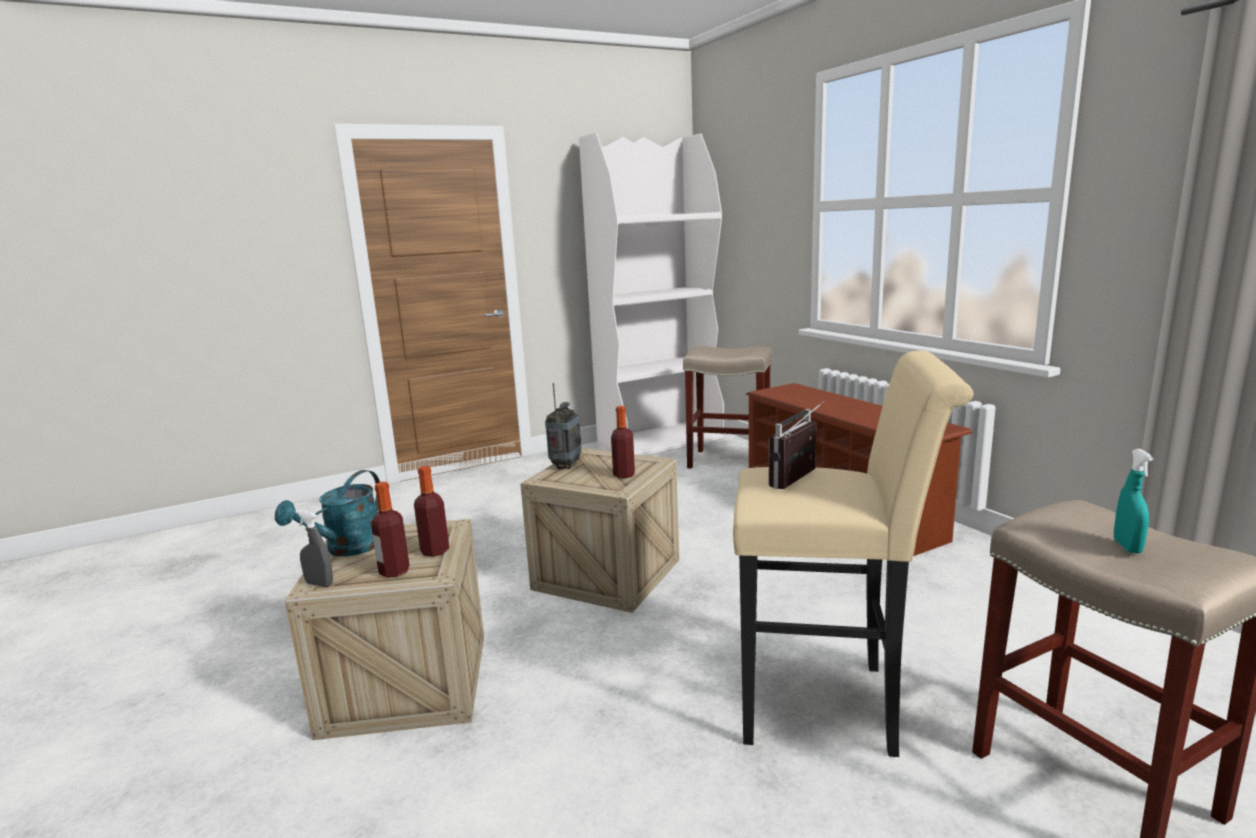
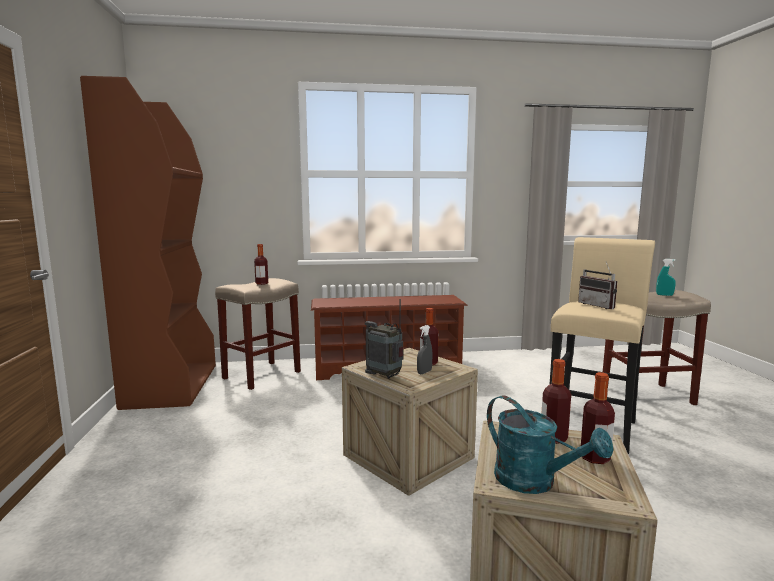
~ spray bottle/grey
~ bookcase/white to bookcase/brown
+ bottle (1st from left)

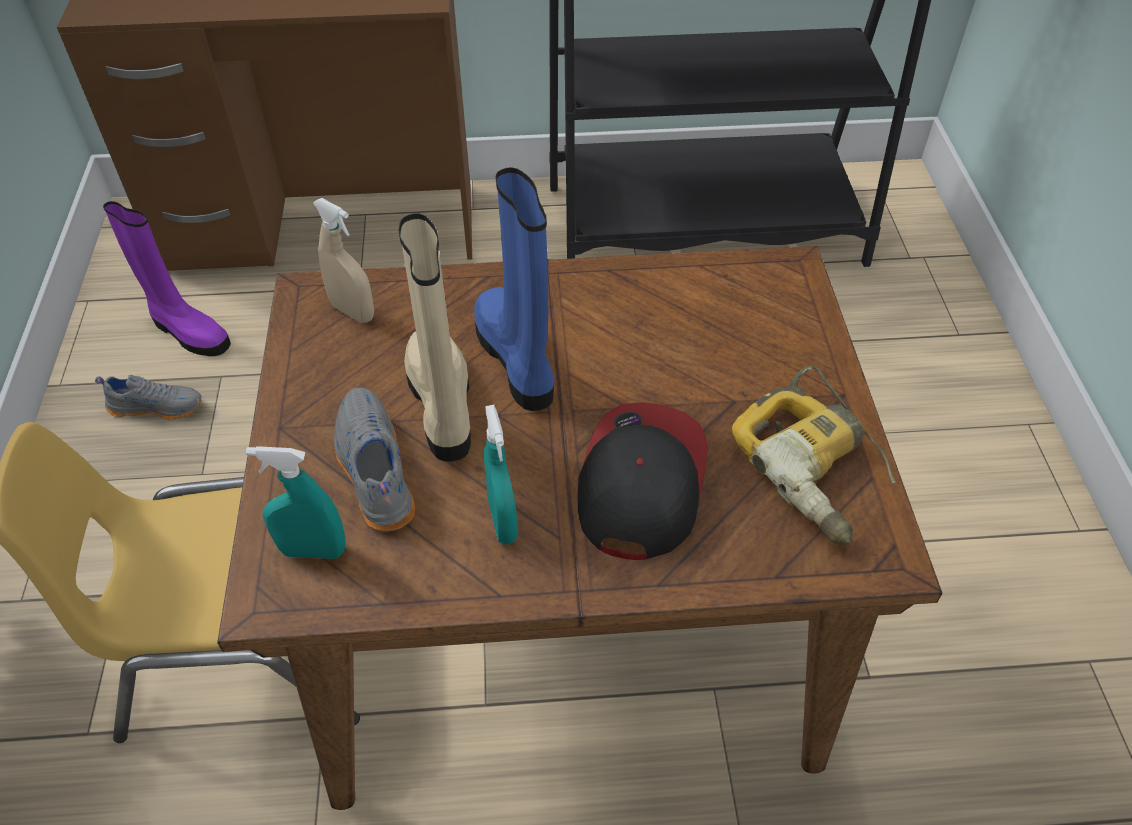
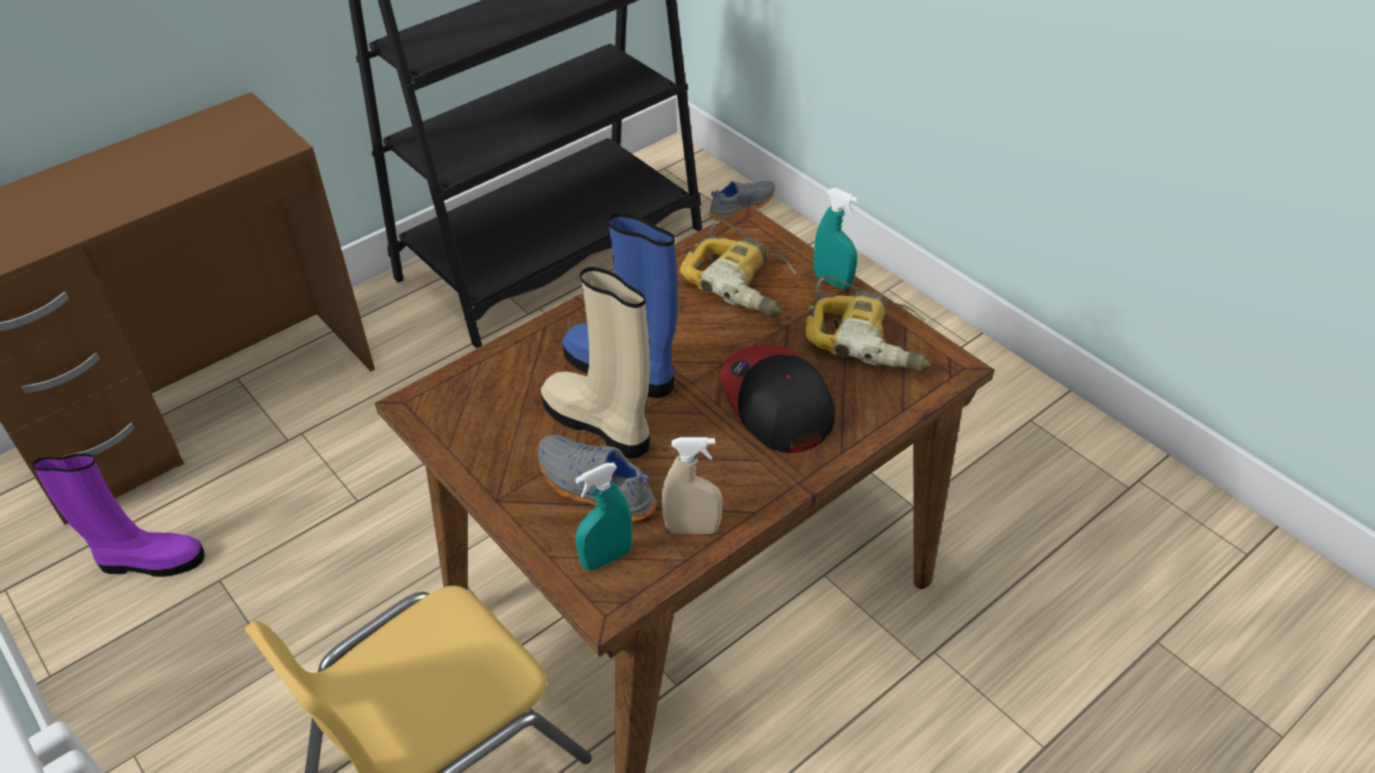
~ shoe/grey (1st from left in the first image) to shoe/grey (2nd from left)
~ spray bottle/beige
~ spray bottle/turquoise (2nd from left)
+ power drill (1st from left)

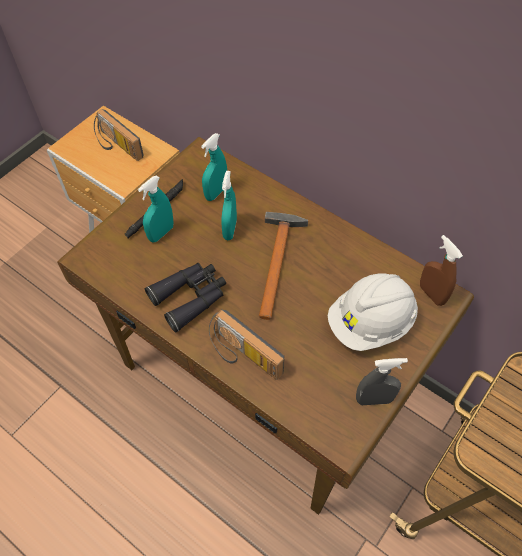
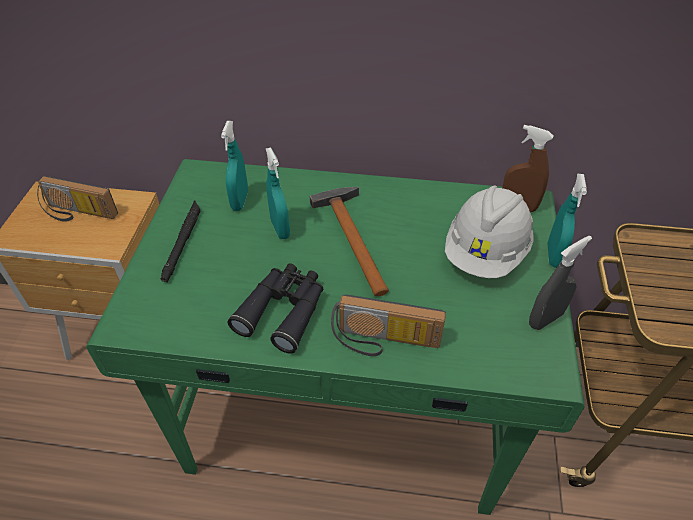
~ desk/brown to desk/green
~ spray bottle/turquoise (1st from left in the first image) to spray bottle/turquoise (3rd from left)

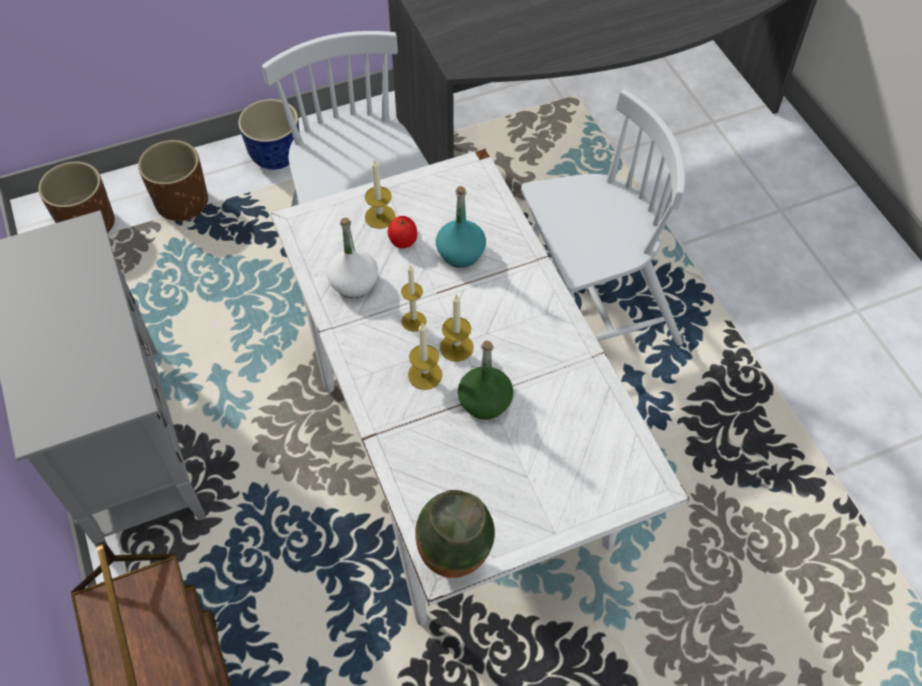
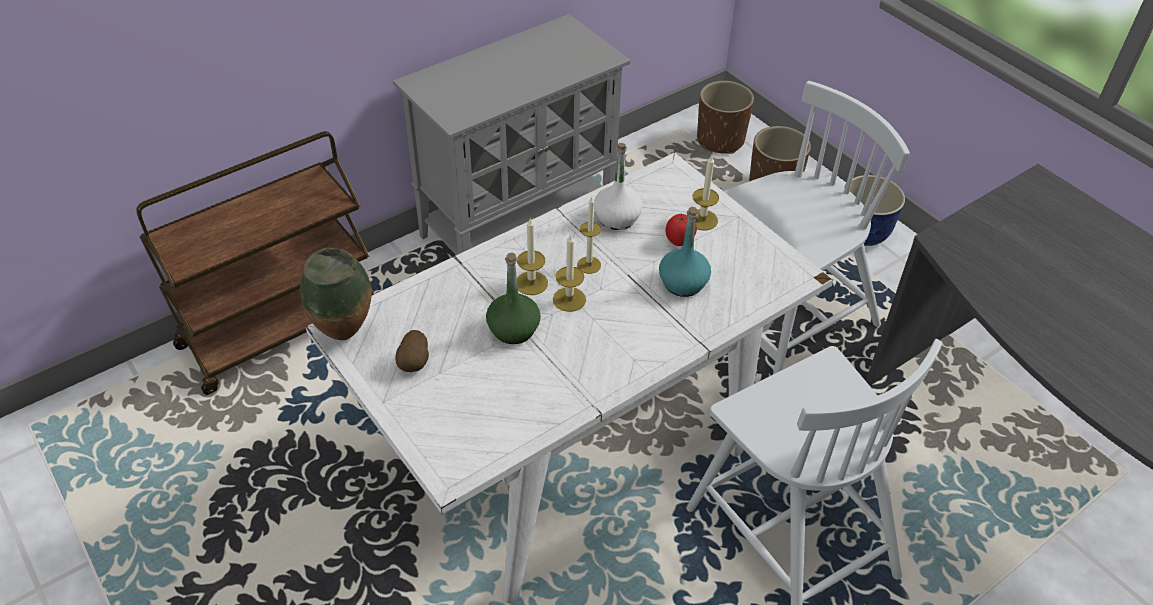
+ potato

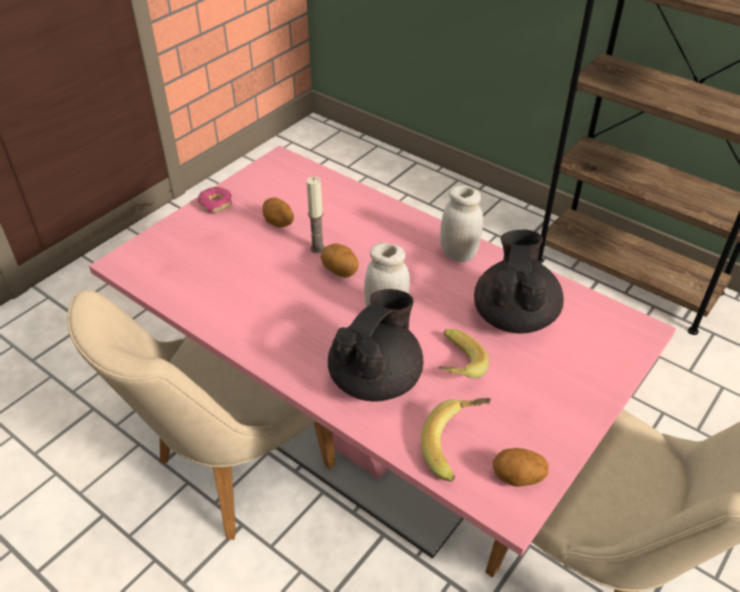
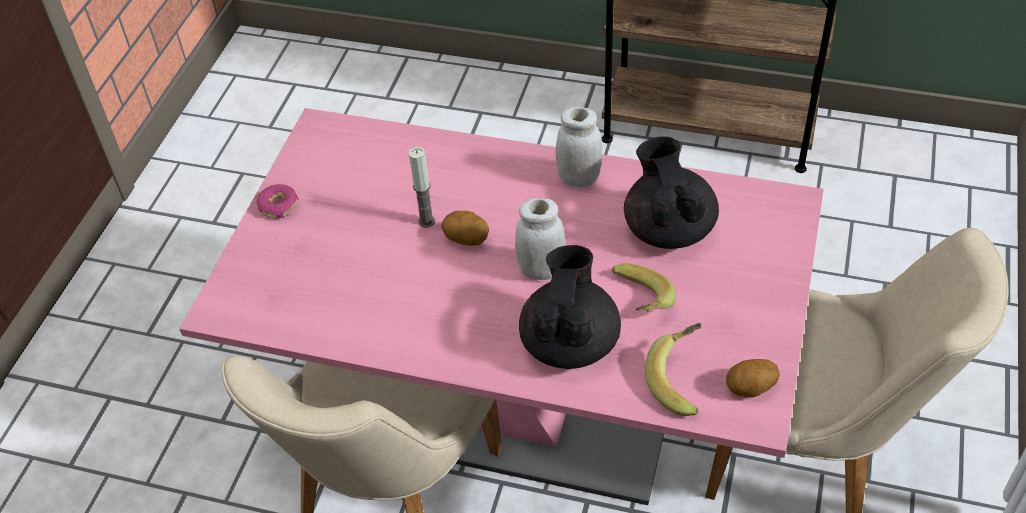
- potato (1st from left)

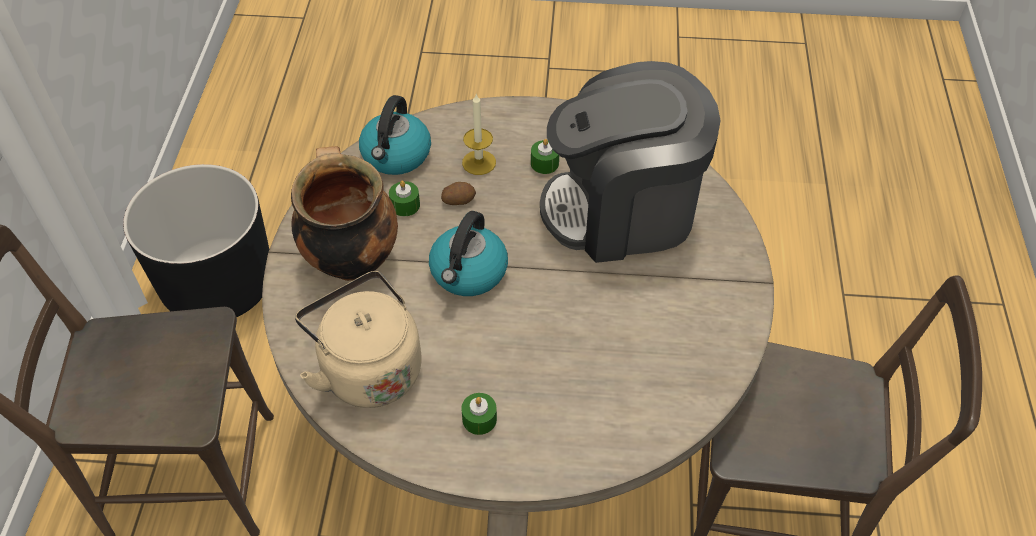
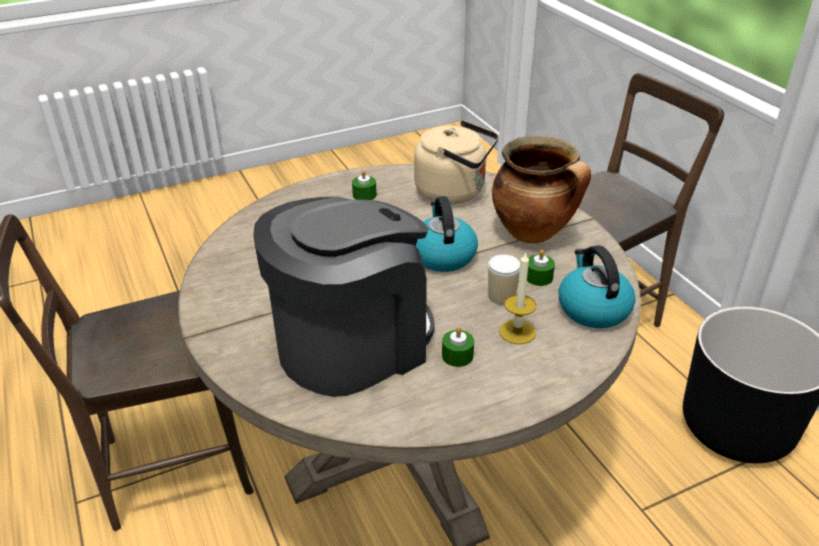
~ potato to cup

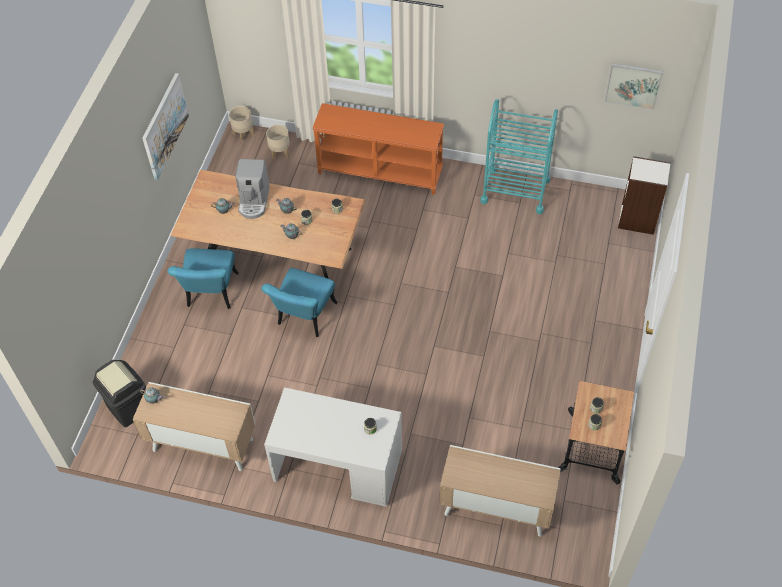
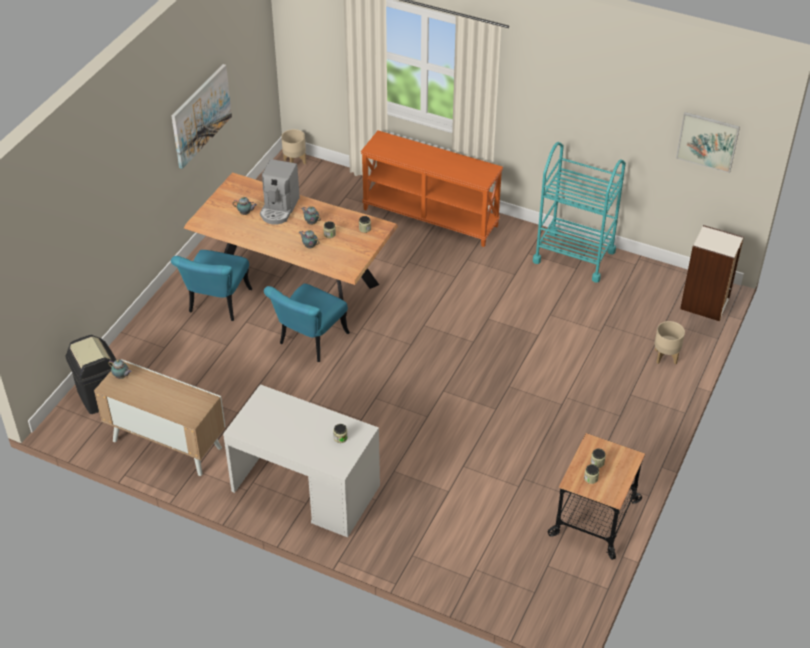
~ planter/beige (2nd from left)
- cabinet (2nd from left)

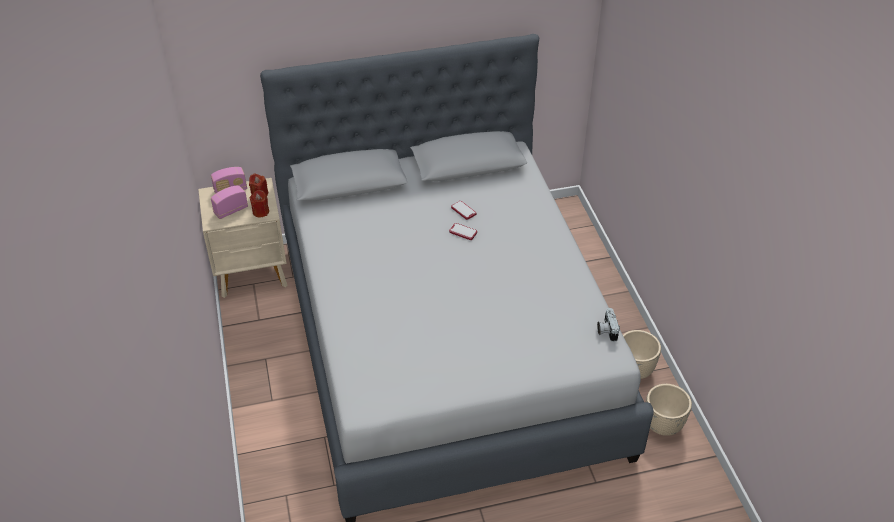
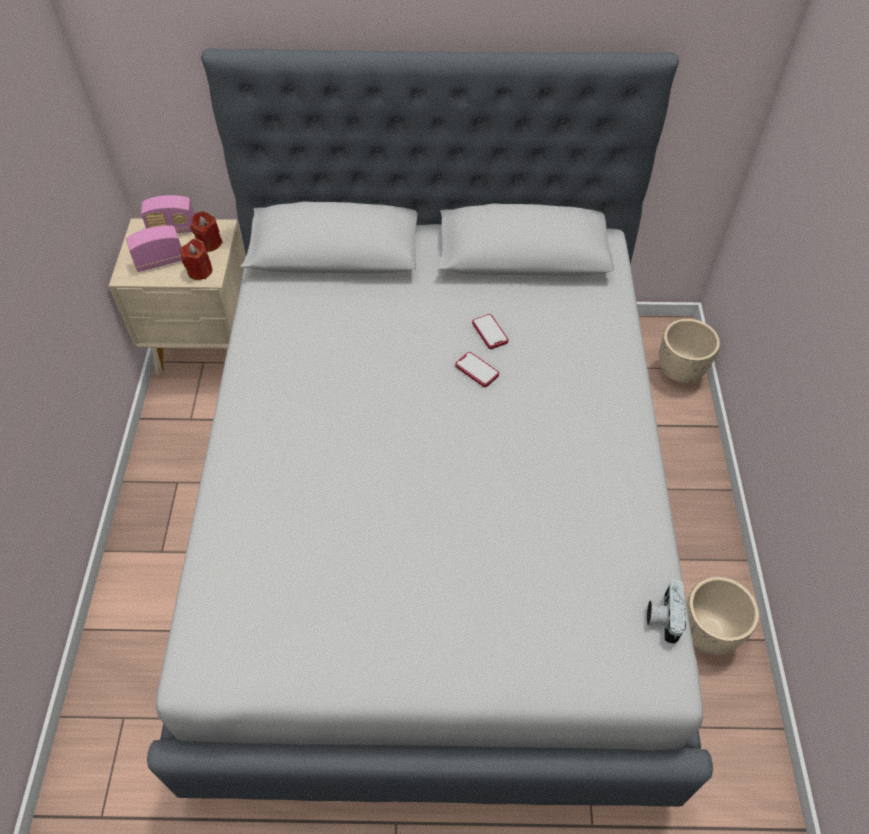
~ planter/beige (2nd from left in the first image) to planter/beige (1st from left)

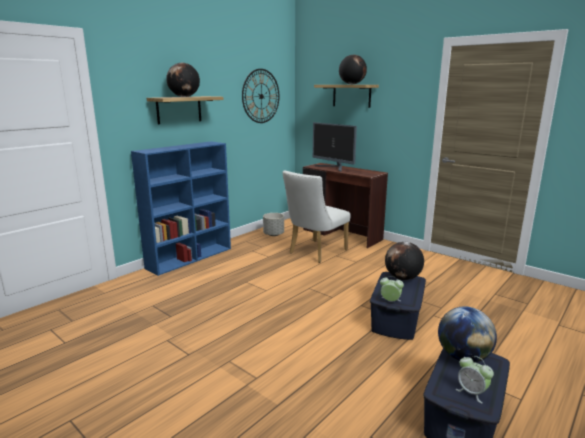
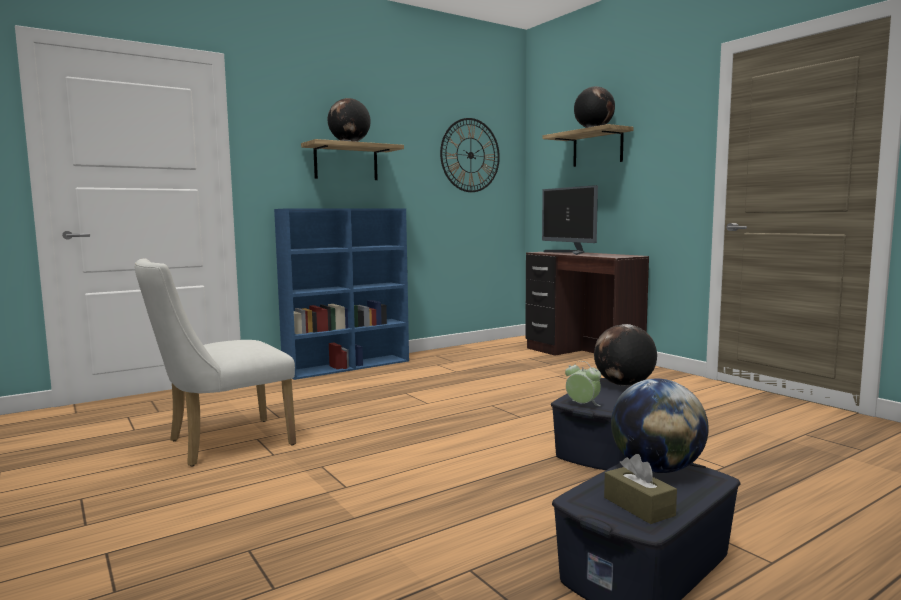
- planter/grey
~ chair/white
~ alarm clock (2nd from left) to tissue box/brown

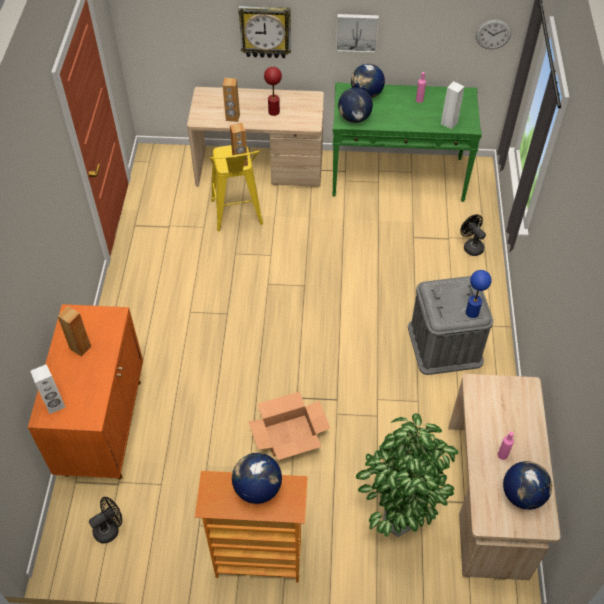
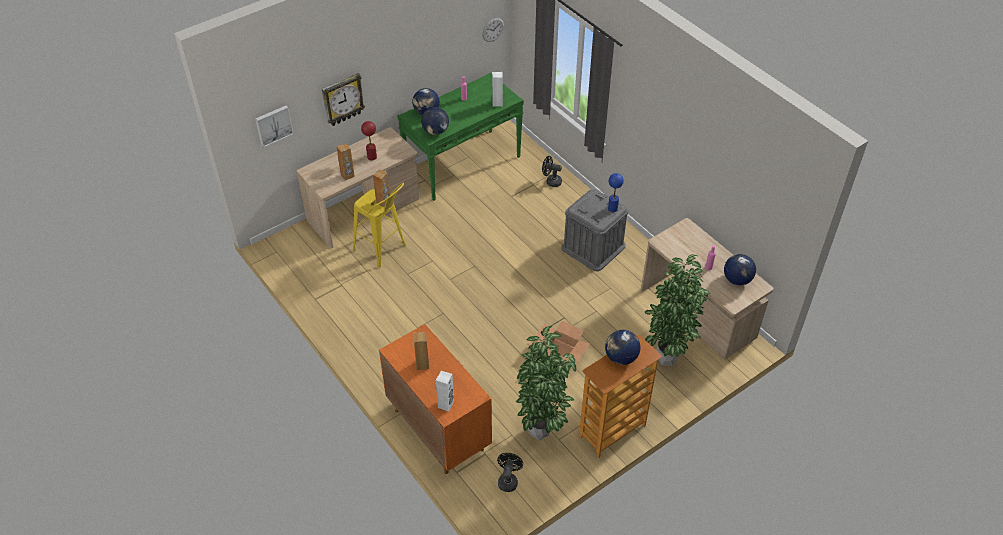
~ picture
+ potted plant (1st from left)

